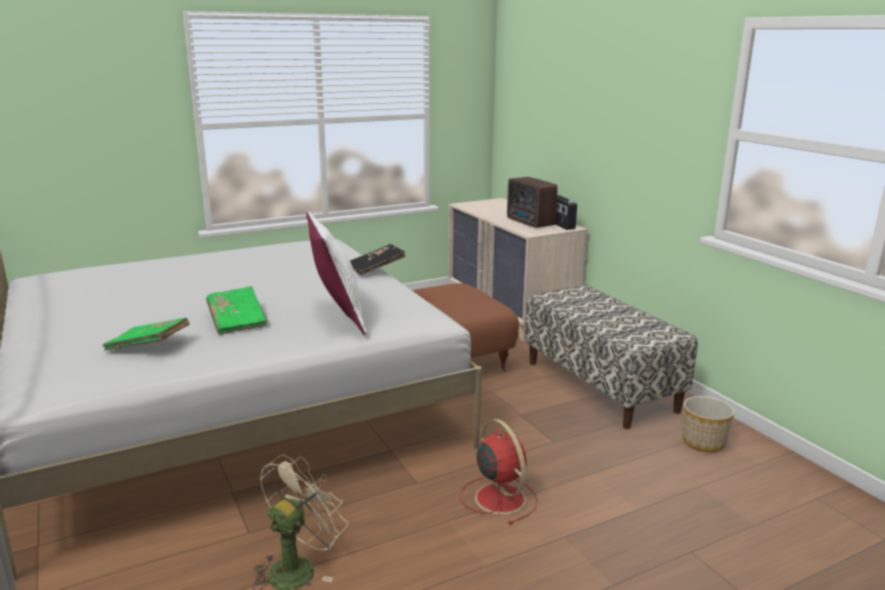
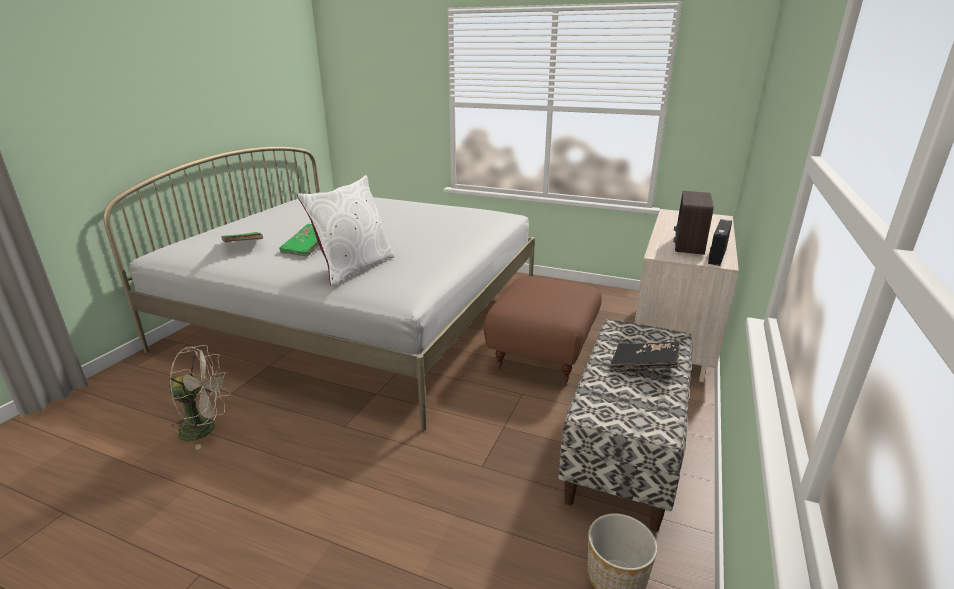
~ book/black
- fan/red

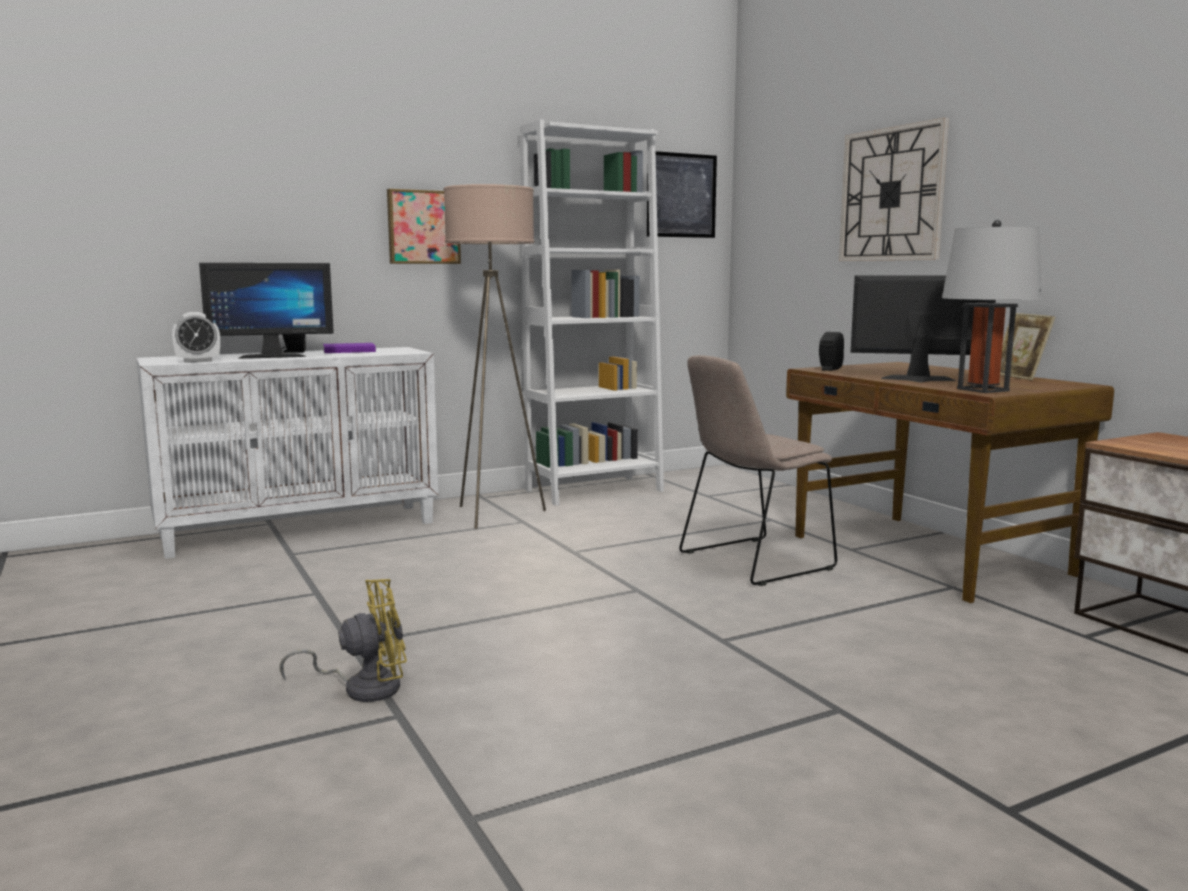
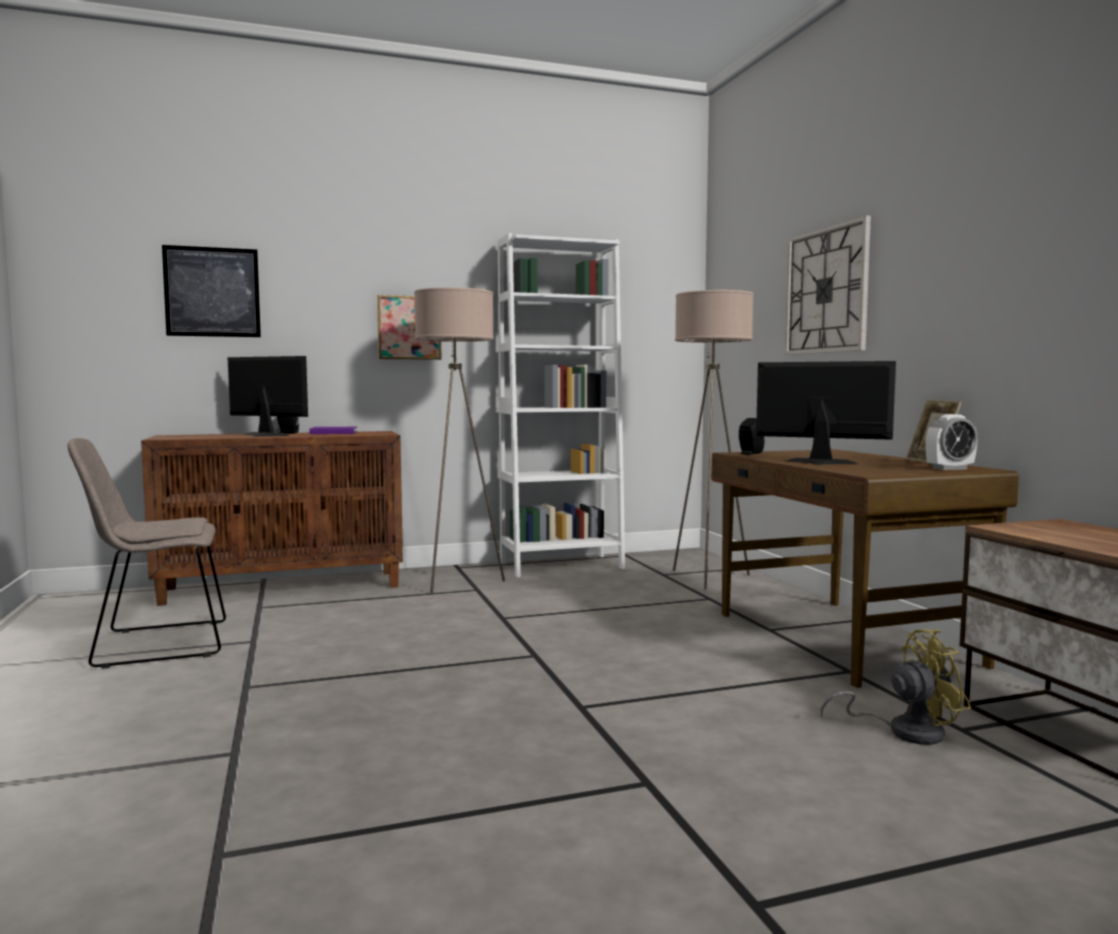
~ cabinet/white to cabinet/brown
~ alarm clock
~ monitor (1st from left) 150 degrees counterclockwise
~ fan/yellow
~ picture (2nd from left in the first image) to picture (1st from left)
~ chair/beige
- table lamp/grey
+ floor lamp/beige (2nd from left)

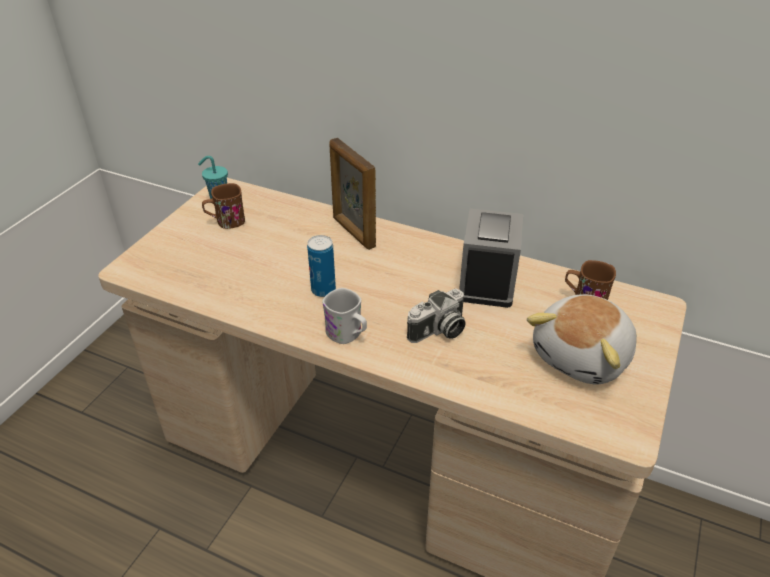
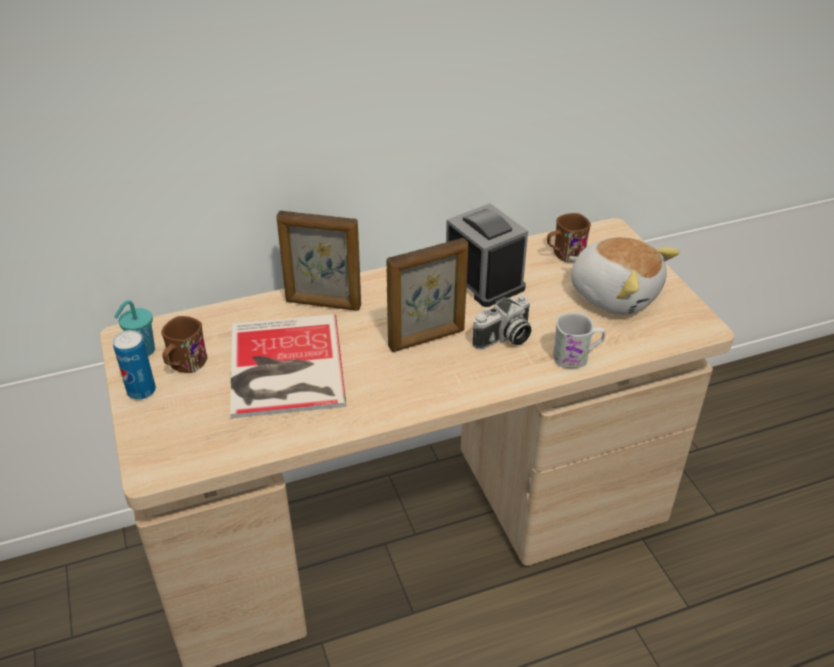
~ can
~ mug/white
~ photo camera 45 degrees clockwise
~ plush toy 45 degrees counterclockwise
+ book
+ picture frame (2nd from left)

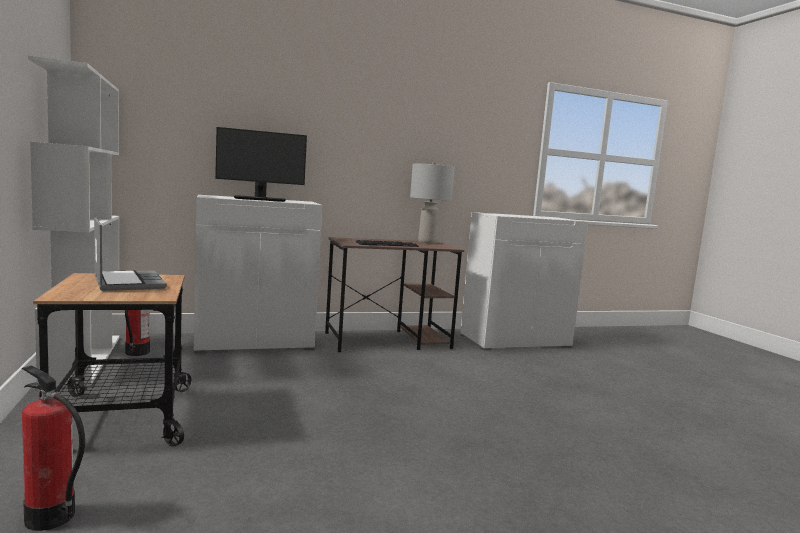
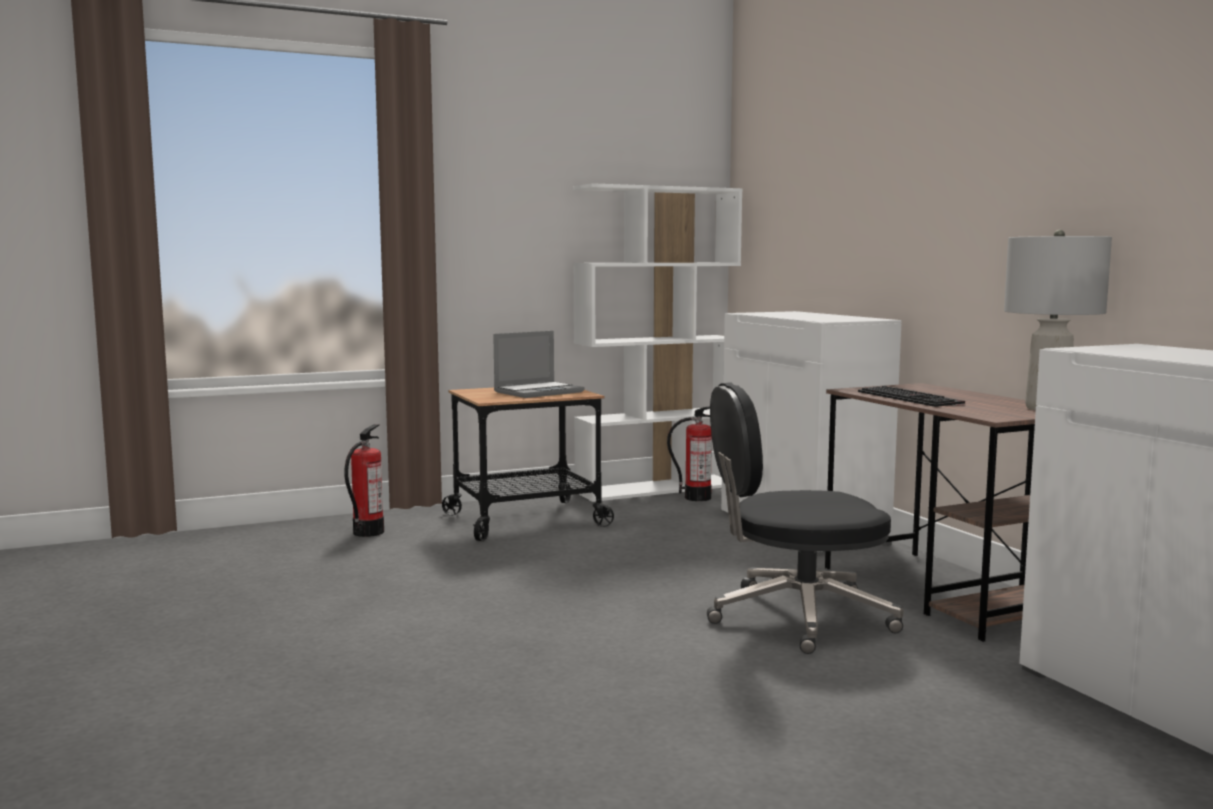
- monitor
+ office chair/black

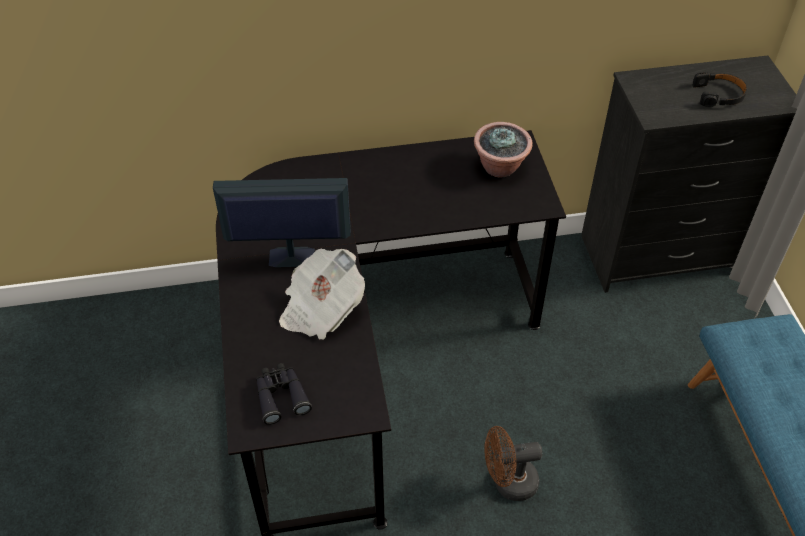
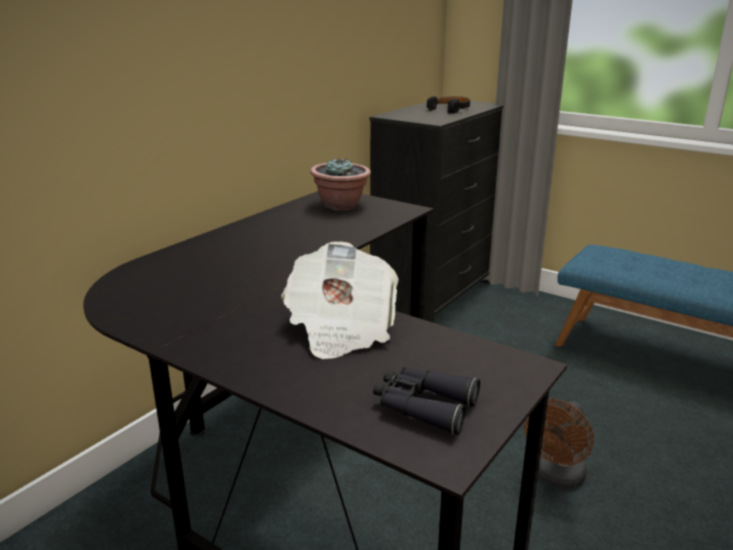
- monitor

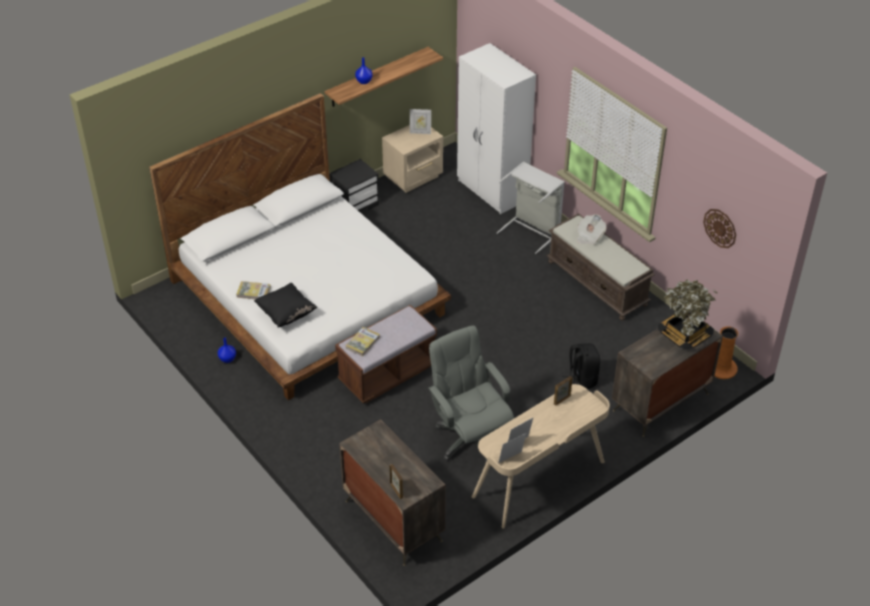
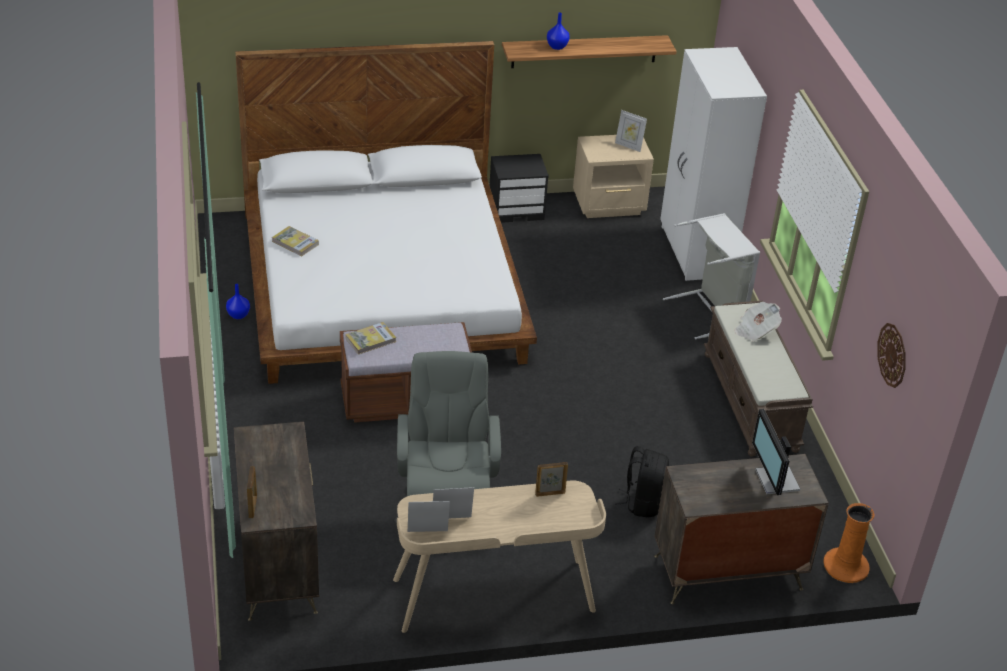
- pillow/black
~ potted plant to monitor

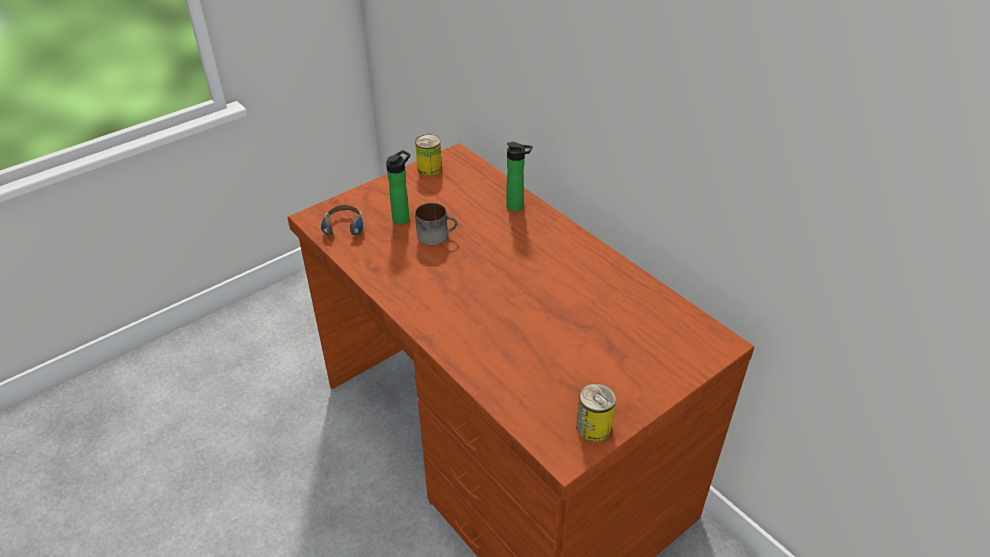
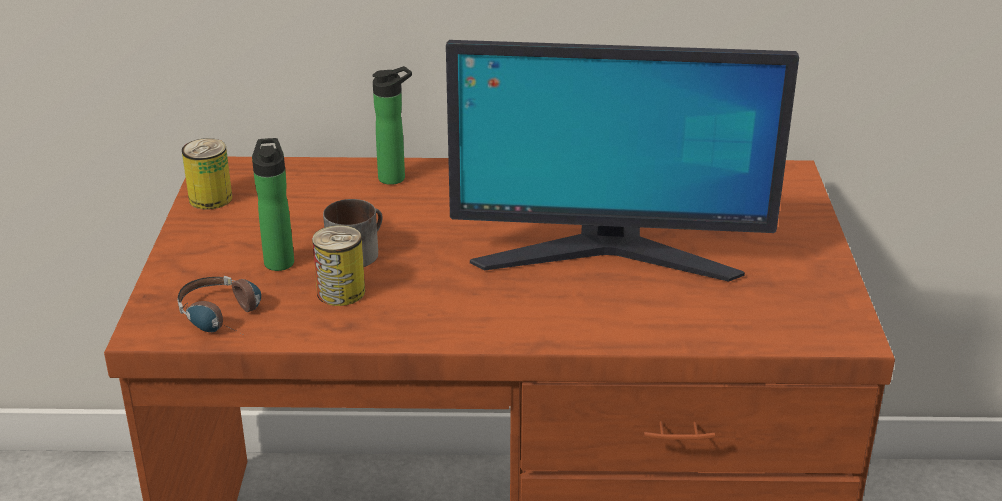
~ can (2nd from left)
+ monitor

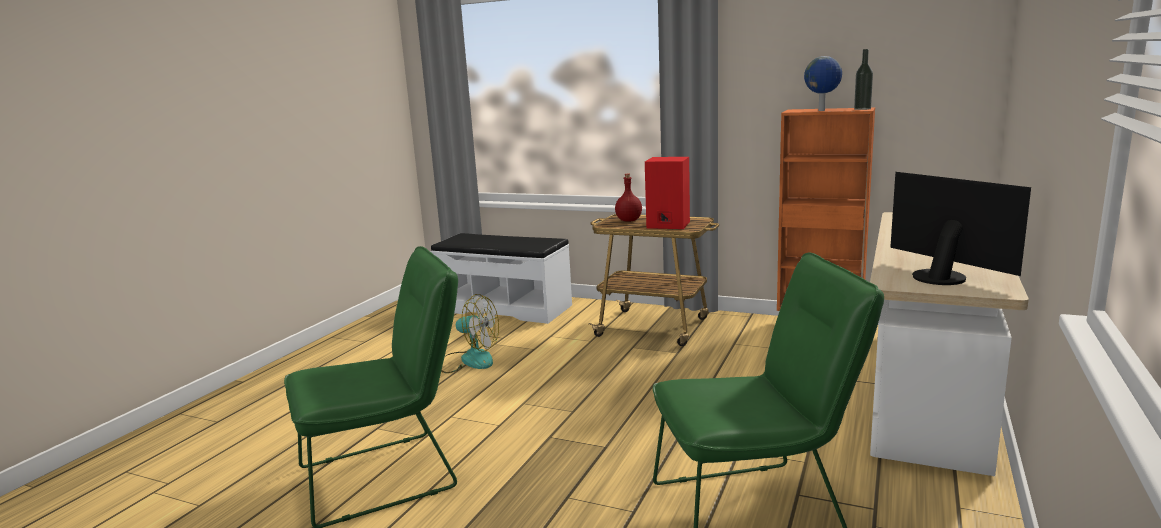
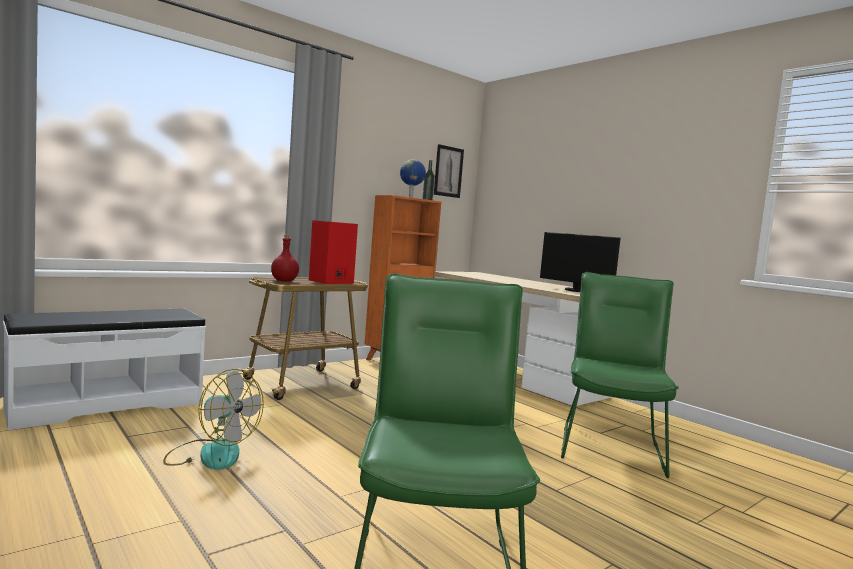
~ fan 75 degrees clockwise
~ monitor 135 degrees counterclockwise
+ picture

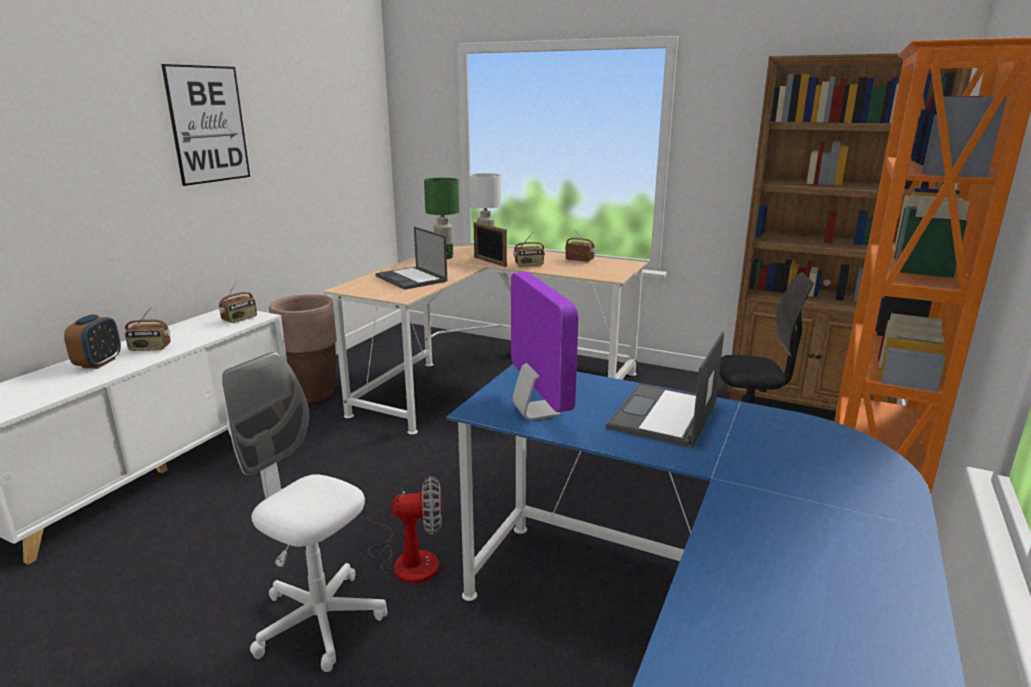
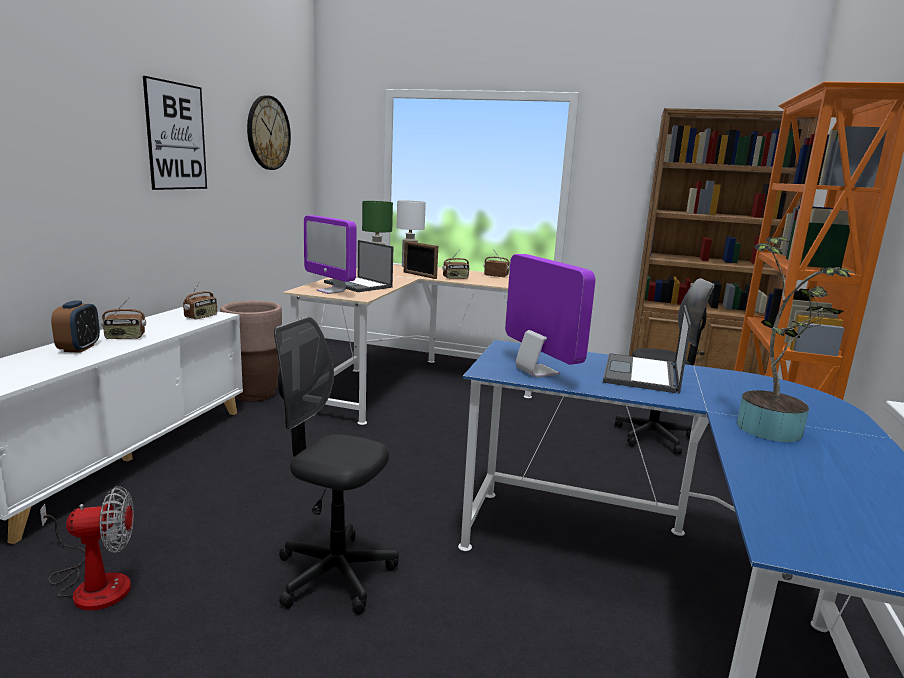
~ office chair/white to office chair/black (1st from left)
~ fan
+ wall clock
+ monitor (1st from left)
+ potted plant

